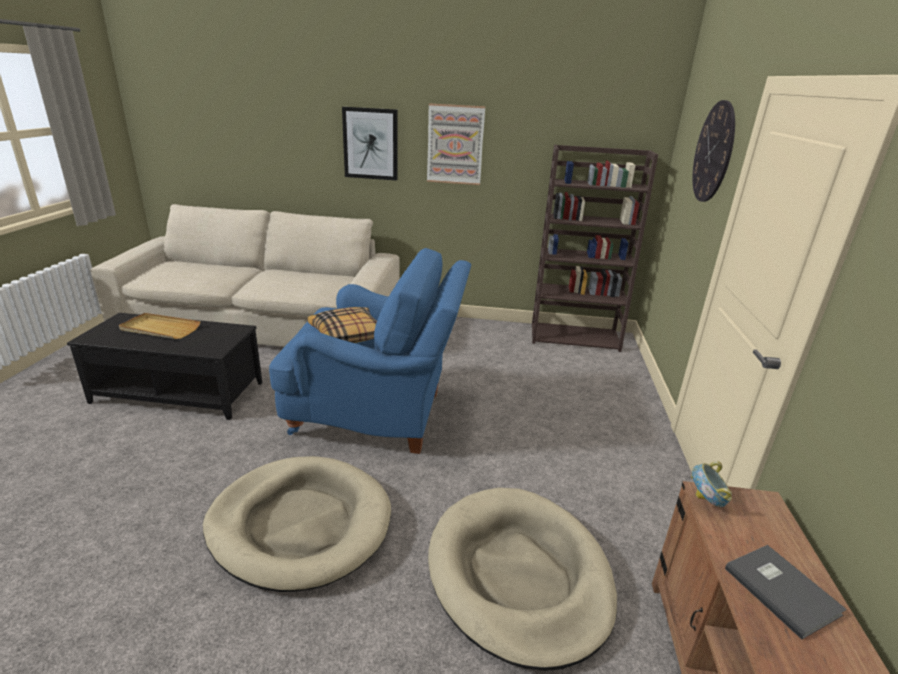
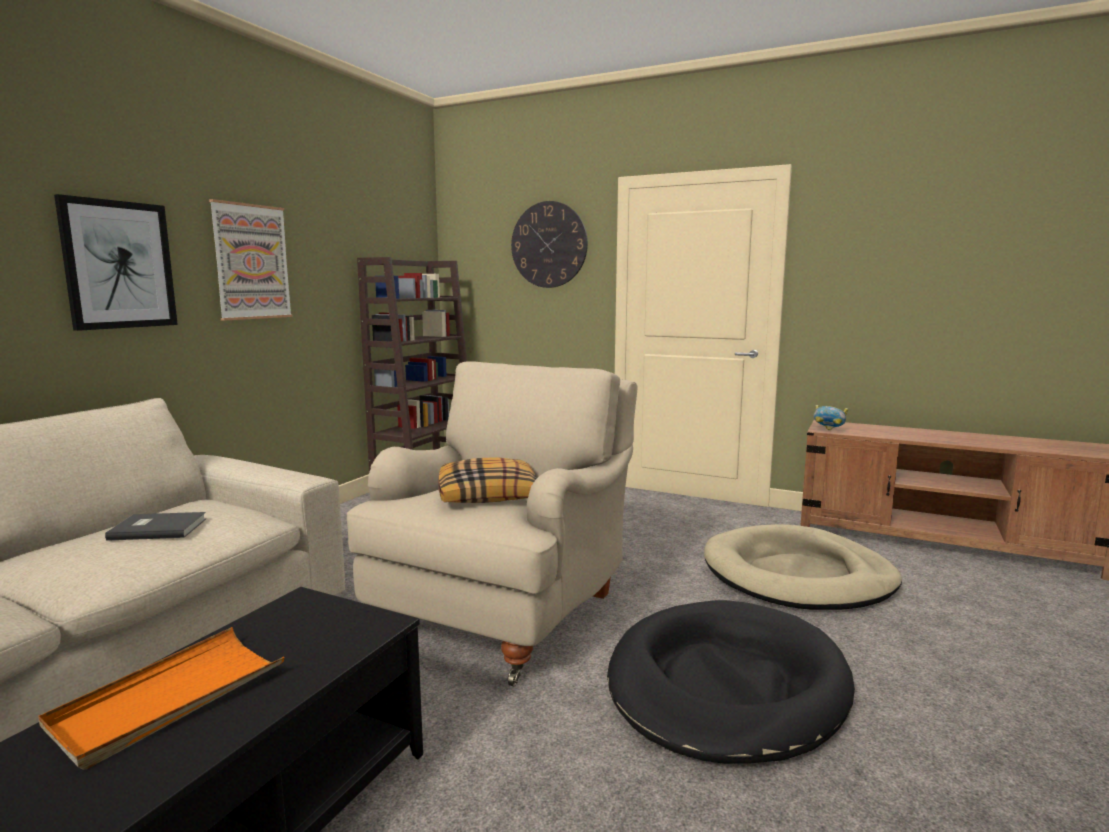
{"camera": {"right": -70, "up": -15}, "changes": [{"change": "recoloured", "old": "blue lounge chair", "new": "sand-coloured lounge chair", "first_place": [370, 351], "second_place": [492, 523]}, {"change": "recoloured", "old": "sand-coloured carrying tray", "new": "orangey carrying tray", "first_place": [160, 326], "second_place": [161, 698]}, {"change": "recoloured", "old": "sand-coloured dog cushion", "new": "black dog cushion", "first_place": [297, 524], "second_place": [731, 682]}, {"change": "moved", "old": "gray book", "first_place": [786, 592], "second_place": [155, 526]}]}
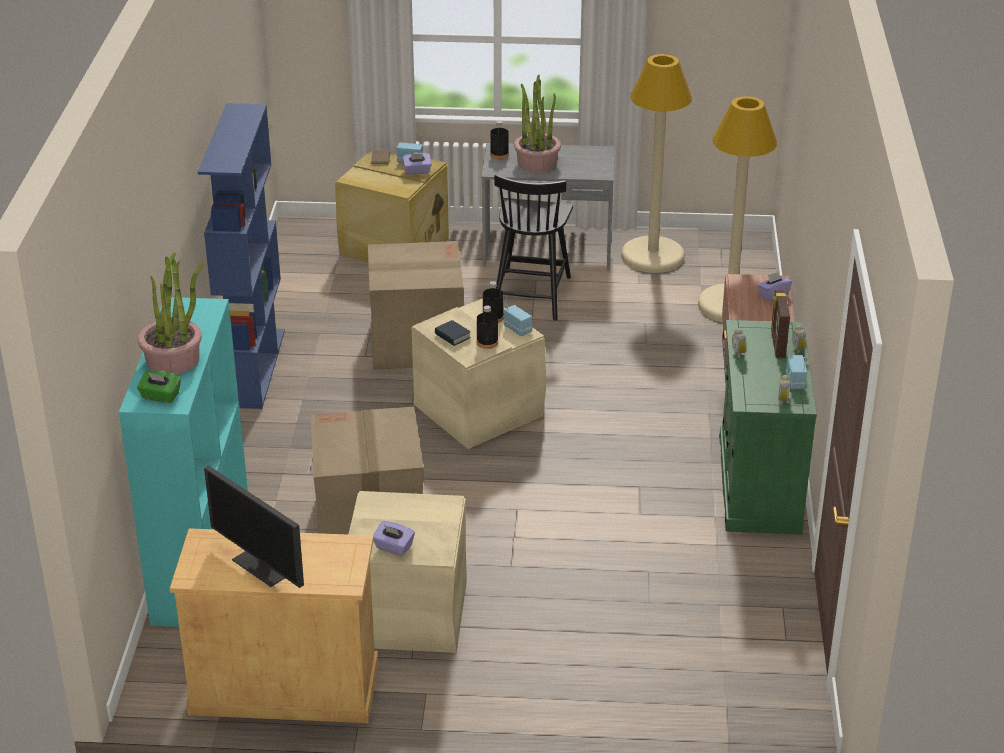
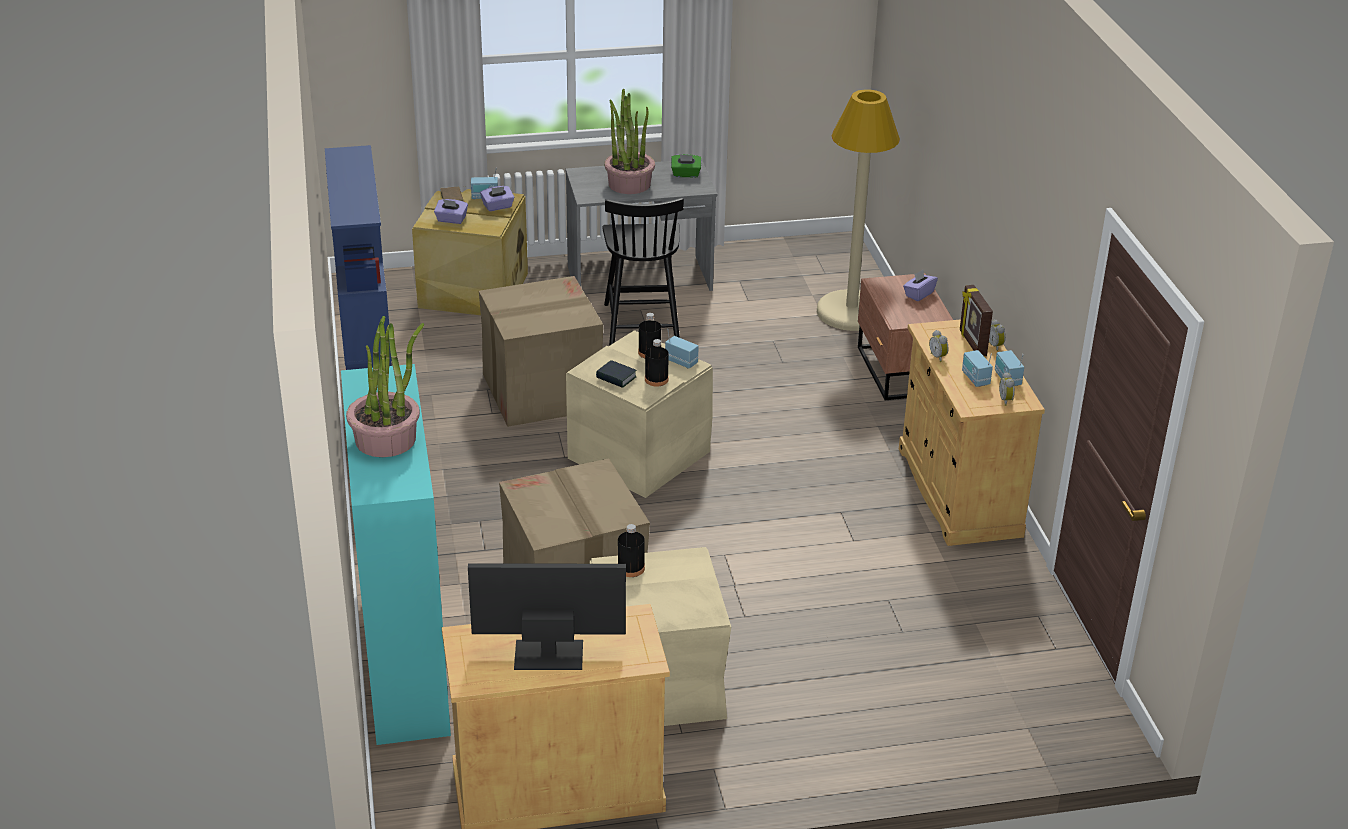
{"camera": {"right": -15, "up": 0}, "changes": [{"change": "removed", "old": "sand-coloured standing lamp", "first_place": [656, 163]}, {"change": "moved", "old": "black beverage bottle", "first_place": [499, 140], "second_place": [631, 550]}, {"change": "recoloured", "old": "green-coloured cabinet", "new": "sand-coloured cabinet", "first_place": [768, 427], "second_place": [972, 432]}, {"change": "moved", "old": "green-coloured tissue holder", "first_place": [159, 386], "second_place": [686, 166]}, {"change": "turned", "old": "monitor", "first_place": [254, 526], "second_place": [547, 616], "degrees": 150}, {"change": "moved", "old": "purple tissue holder", "first_place": [394, 538], "second_place": [451, 211]}, {"change": "added", "new": "radio", "second_place": [977, 368]}]}
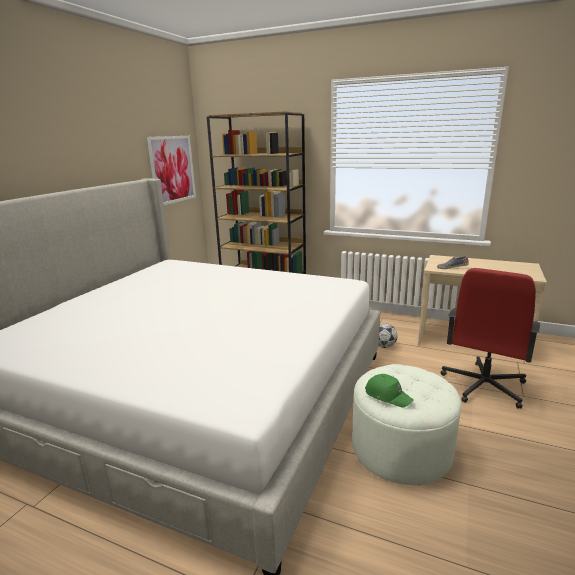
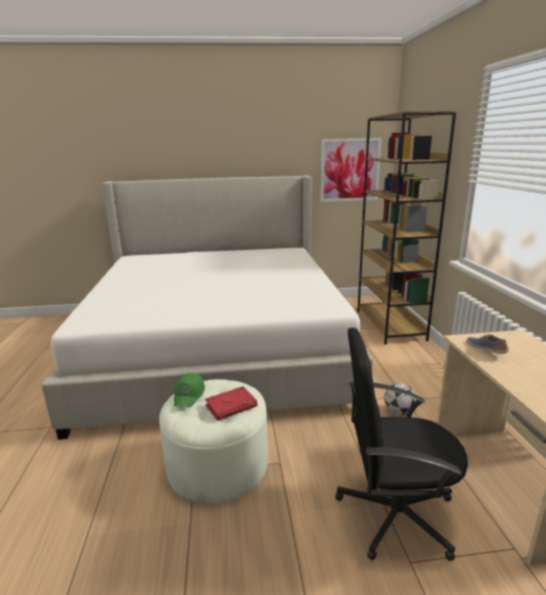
{"camera": {"right": 60, "up": 0}, "changes": [{"change": "recoloured", "old": "red-coloured office chair", "new": "black office chair", "first_place": [490, 338], "second_place": [401, 444]}, {"change": "added", "new": "red-coloured book", "second_place": [231, 403]}]}
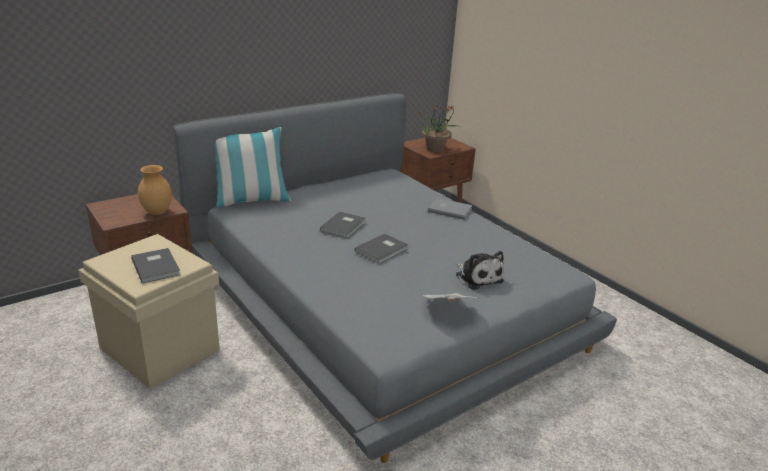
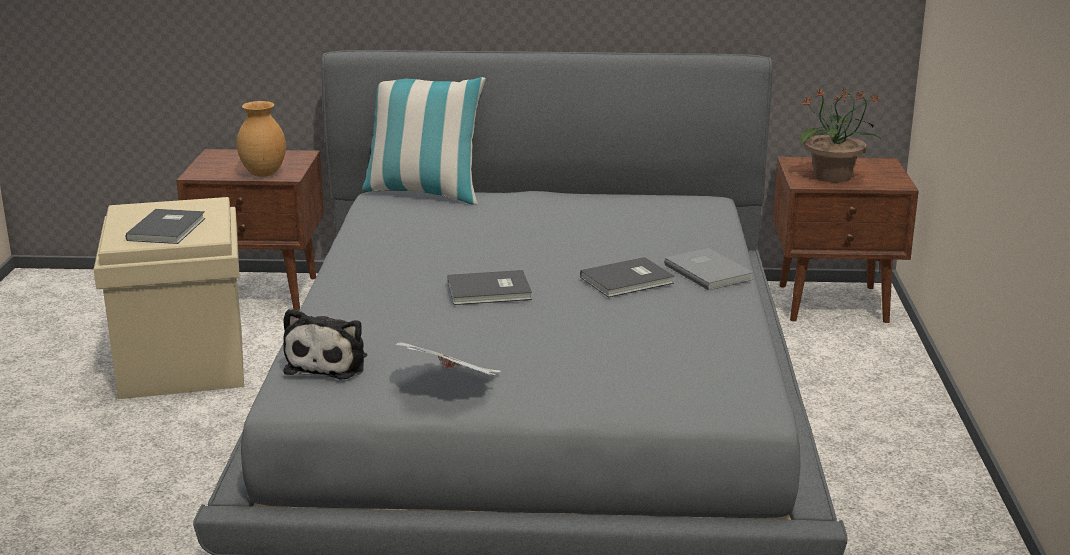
{"camera": {"right": 40, "up": -5}, "changes": [{"change": "moved", "old": "gray book", "first_place": [343, 224], "second_place": [627, 277]}, {"change": "moved", "old": "plush toy", "first_place": [480, 270], "second_place": [325, 344]}]}
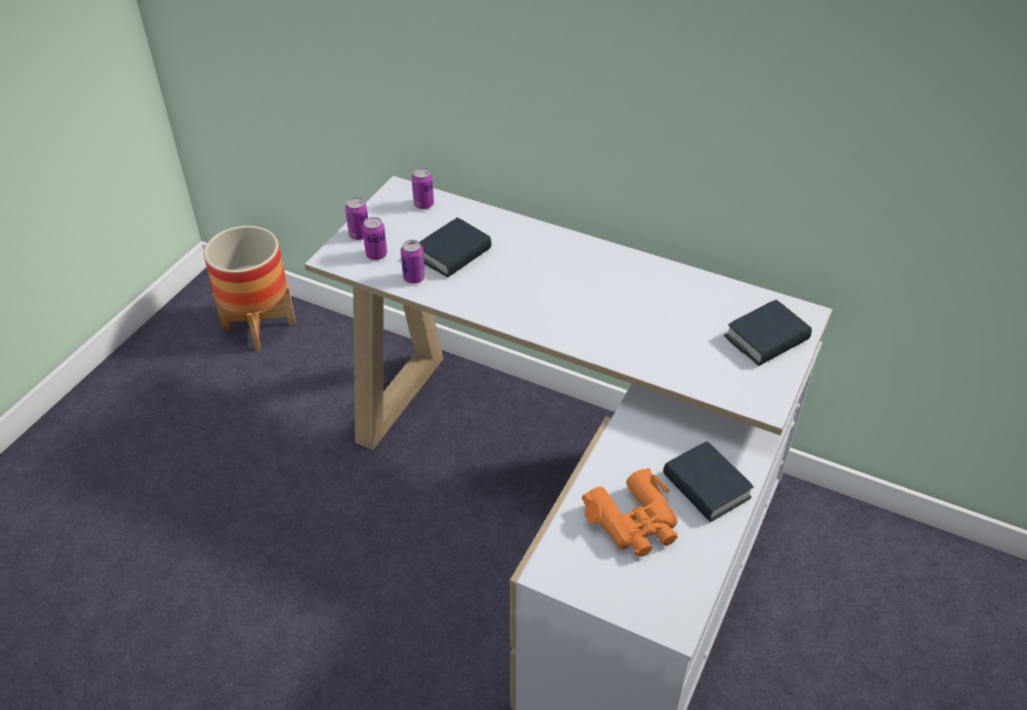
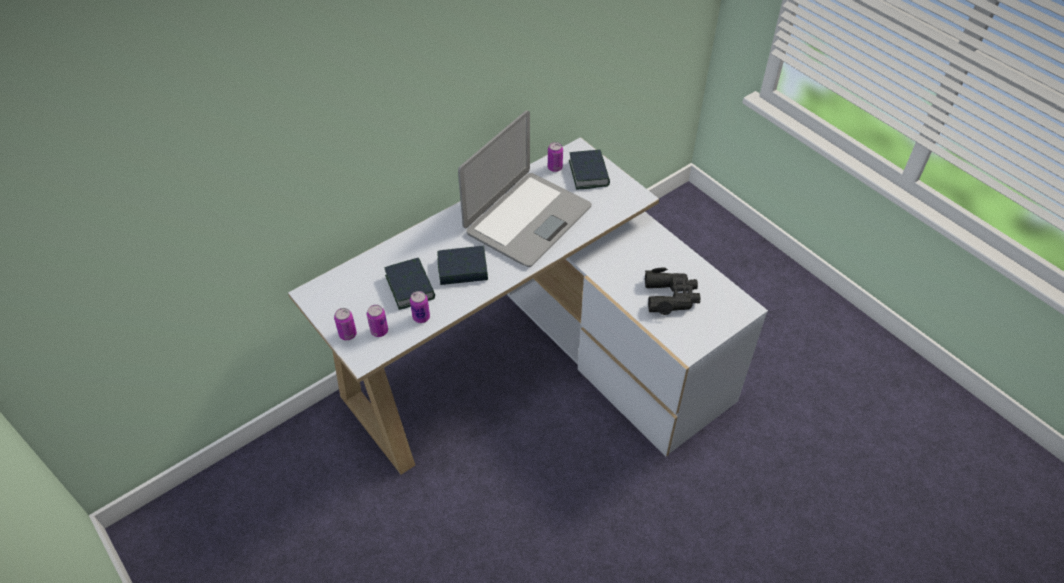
{"camera": {"right": -65, "up": 5}, "changes": [{"change": "moved", "old": "metal can", "first_place": [423, 188], "second_place": [555, 157]}, {"change": "removed", "old": "plant pot", "first_place": [250, 288]}, {"change": "moved", "old": "book", "first_place": [708, 481], "second_place": [463, 265]}, {"change": "recoloured", "old": "orangey field glasses", "new": "black field glasses", "first_place": [630, 512], "second_place": [672, 291]}, {"change": "added", "new": "laptop", "second_place": [525, 188]}]}
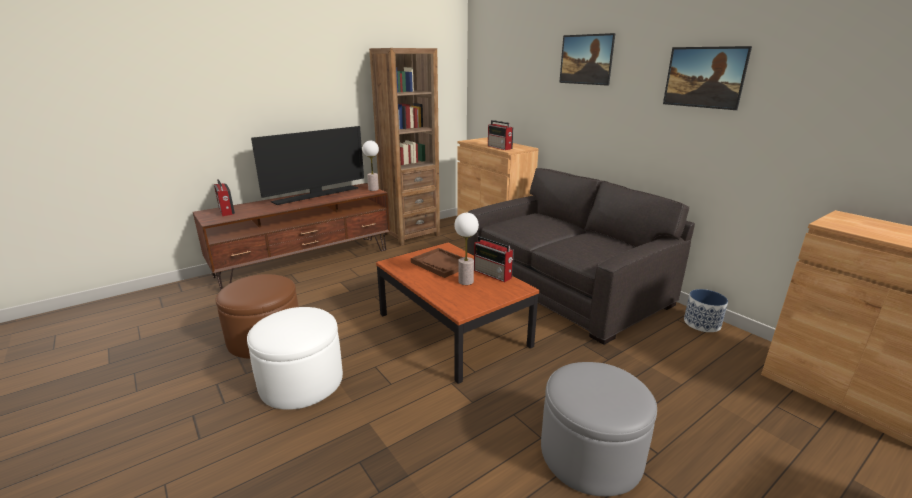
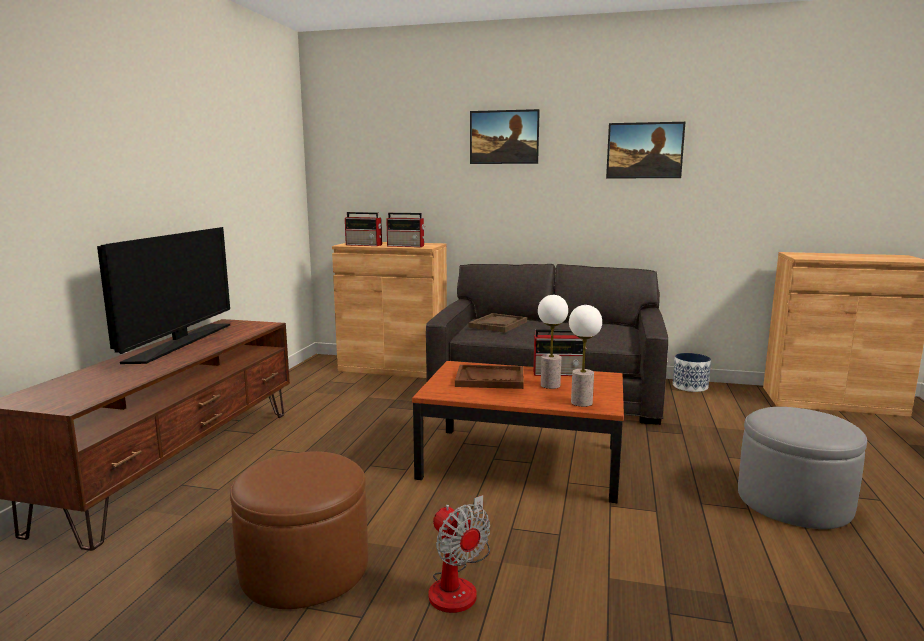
{"camera": {"right": -40, "up": -10}, "changes": [{"change": "removed", "old": "brown bookshelf", "first_place": [404, 147]}, {"change": "moved", "old": "table lamp", "first_place": [371, 165], "second_place": [585, 356]}, {"change": "moved", "old": "radio", "first_place": [224, 197], "second_place": [363, 229]}, {"change": "replaced", "old": "whitish ottoman", "new": "electric fan", "first_place": [295, 358], "second_place": [459, 554]}, {"change": "added", "new": "brown carrying tray", "second_place": [498, 323]}]}
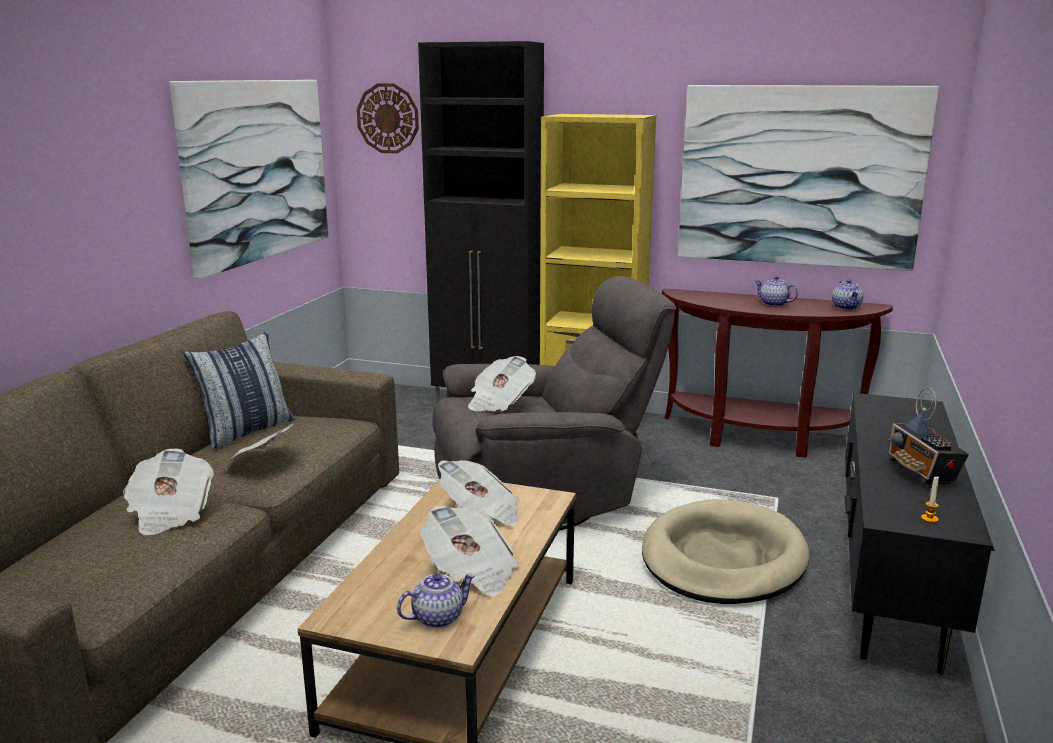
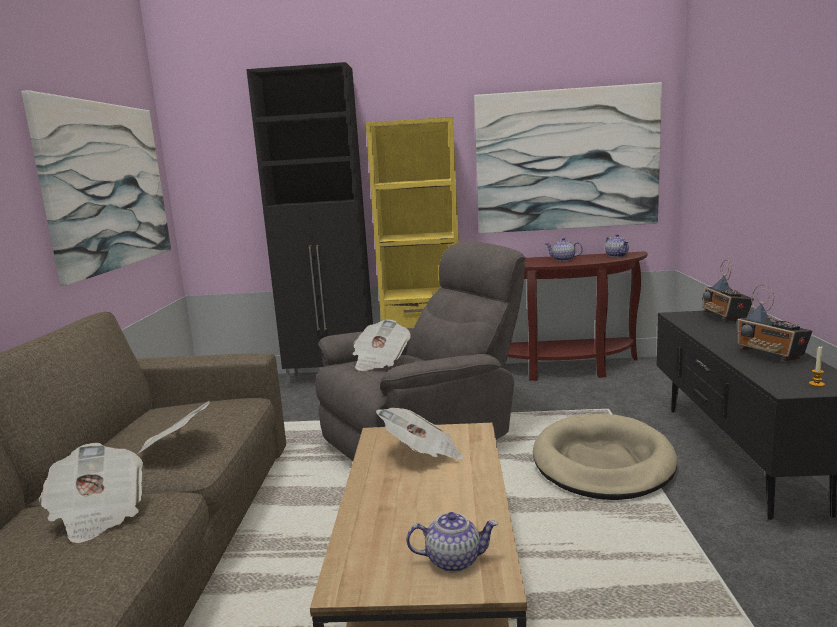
{"camera": {"right": -15, "up": -5}, "changes": [{"change": "removed", "old": "clock on the wall", "first_place": [388, 118]}, {"change": "removed", "old": "pillow", "first_place": [239, 390]}, {"change": "removed", "old": "newspaper", "first_place": [469, 550]}, {"change": "turned", "old": "teapot", "first_place": [436, 600], "second_place": [452, 542], "degrees": 45}, {"change": "added", "new": "radio", "second_place": [728, 290]}]}
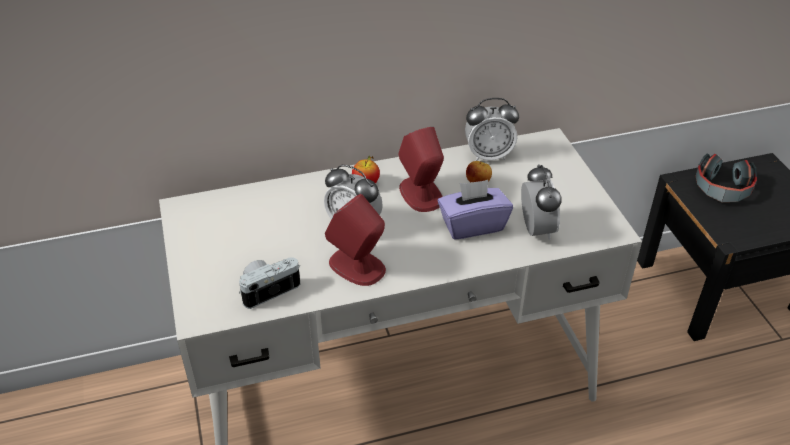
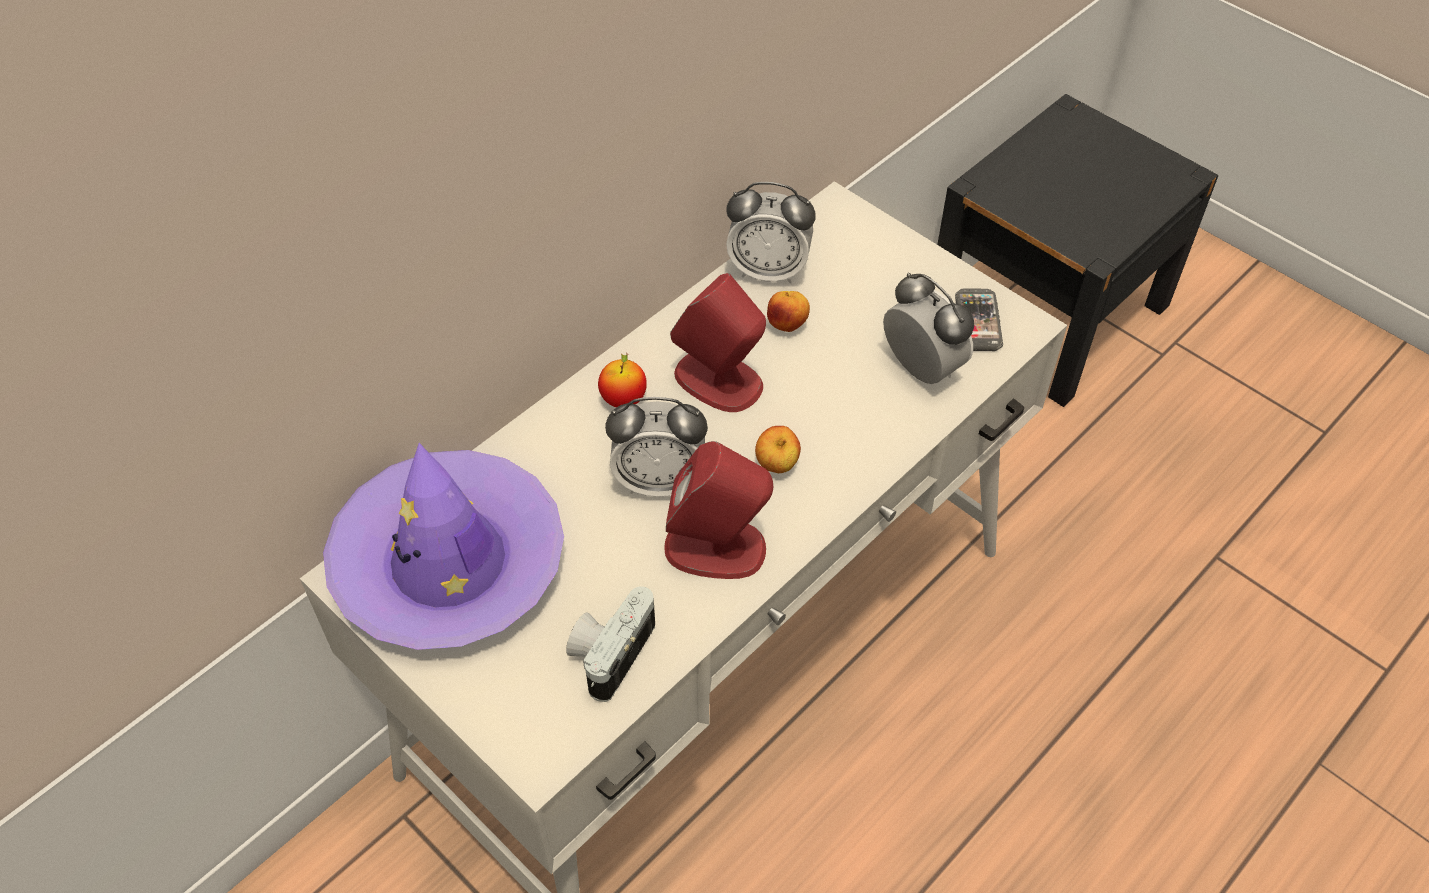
{"camera": {"right": -30, "up": 10}, "changes": [{"change": "turned", "old": "bedside clock", "first_place": [492, 129], "second_place": [771, 233], "degrees": 45}, {"change": "removed", "old": "headphones", "first_place": [726, 177]}, {"change": "removed", "old": "purple tissue holder", "first_place": [475, 210]}, {"change": "added", "new": "phone", "second_place": [979, 319]}, {"change": "added", "new": "whole apple", "second_place": [778, 449]}, {"change": "added", "new": "purple hat", "second_place": [443, 546]}]}
